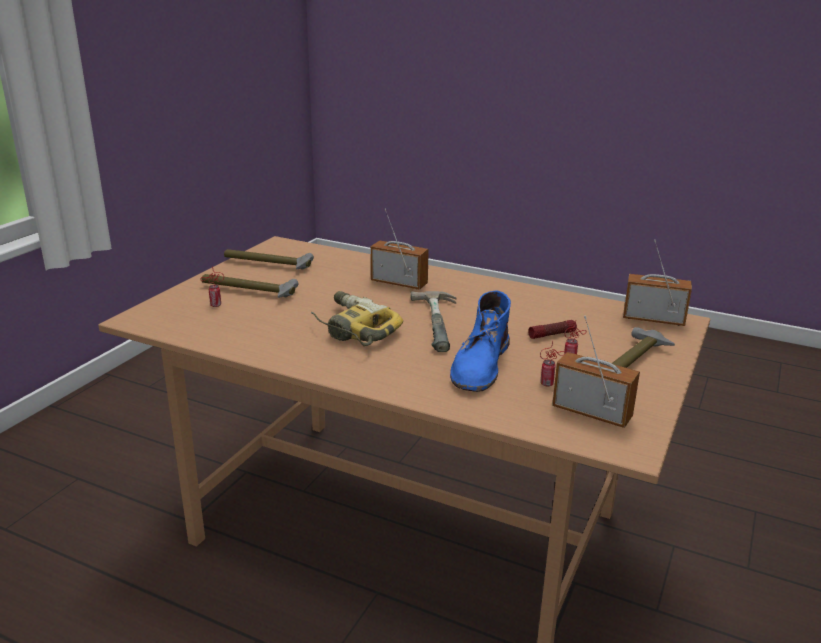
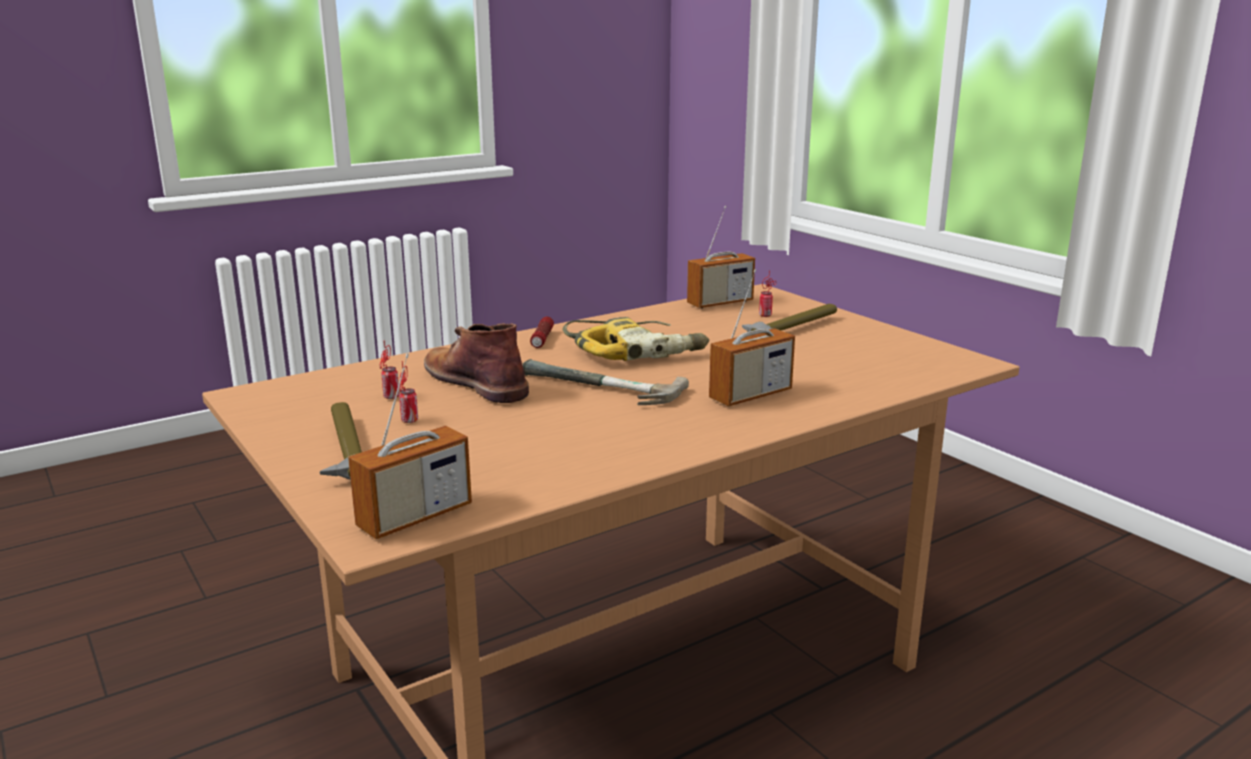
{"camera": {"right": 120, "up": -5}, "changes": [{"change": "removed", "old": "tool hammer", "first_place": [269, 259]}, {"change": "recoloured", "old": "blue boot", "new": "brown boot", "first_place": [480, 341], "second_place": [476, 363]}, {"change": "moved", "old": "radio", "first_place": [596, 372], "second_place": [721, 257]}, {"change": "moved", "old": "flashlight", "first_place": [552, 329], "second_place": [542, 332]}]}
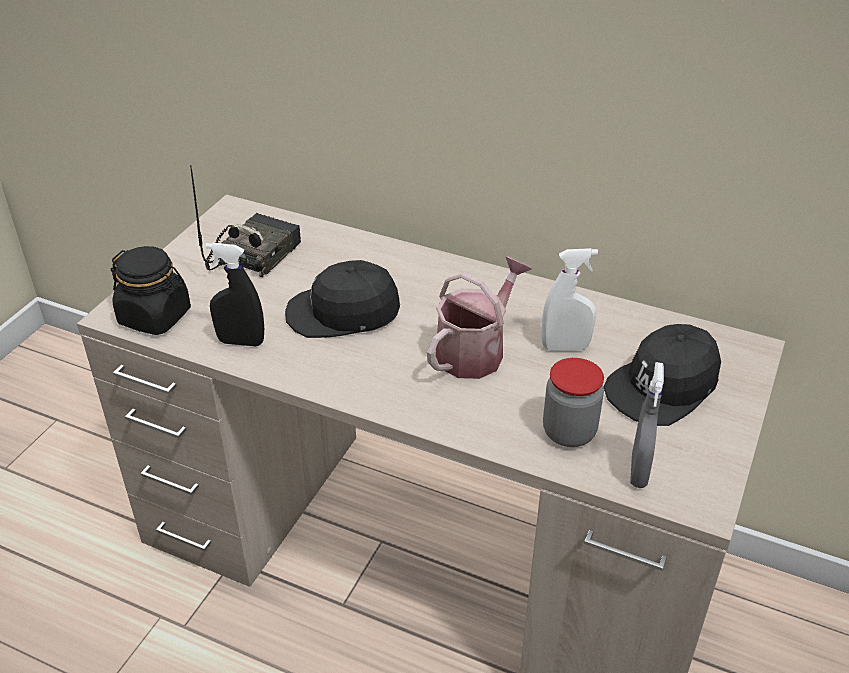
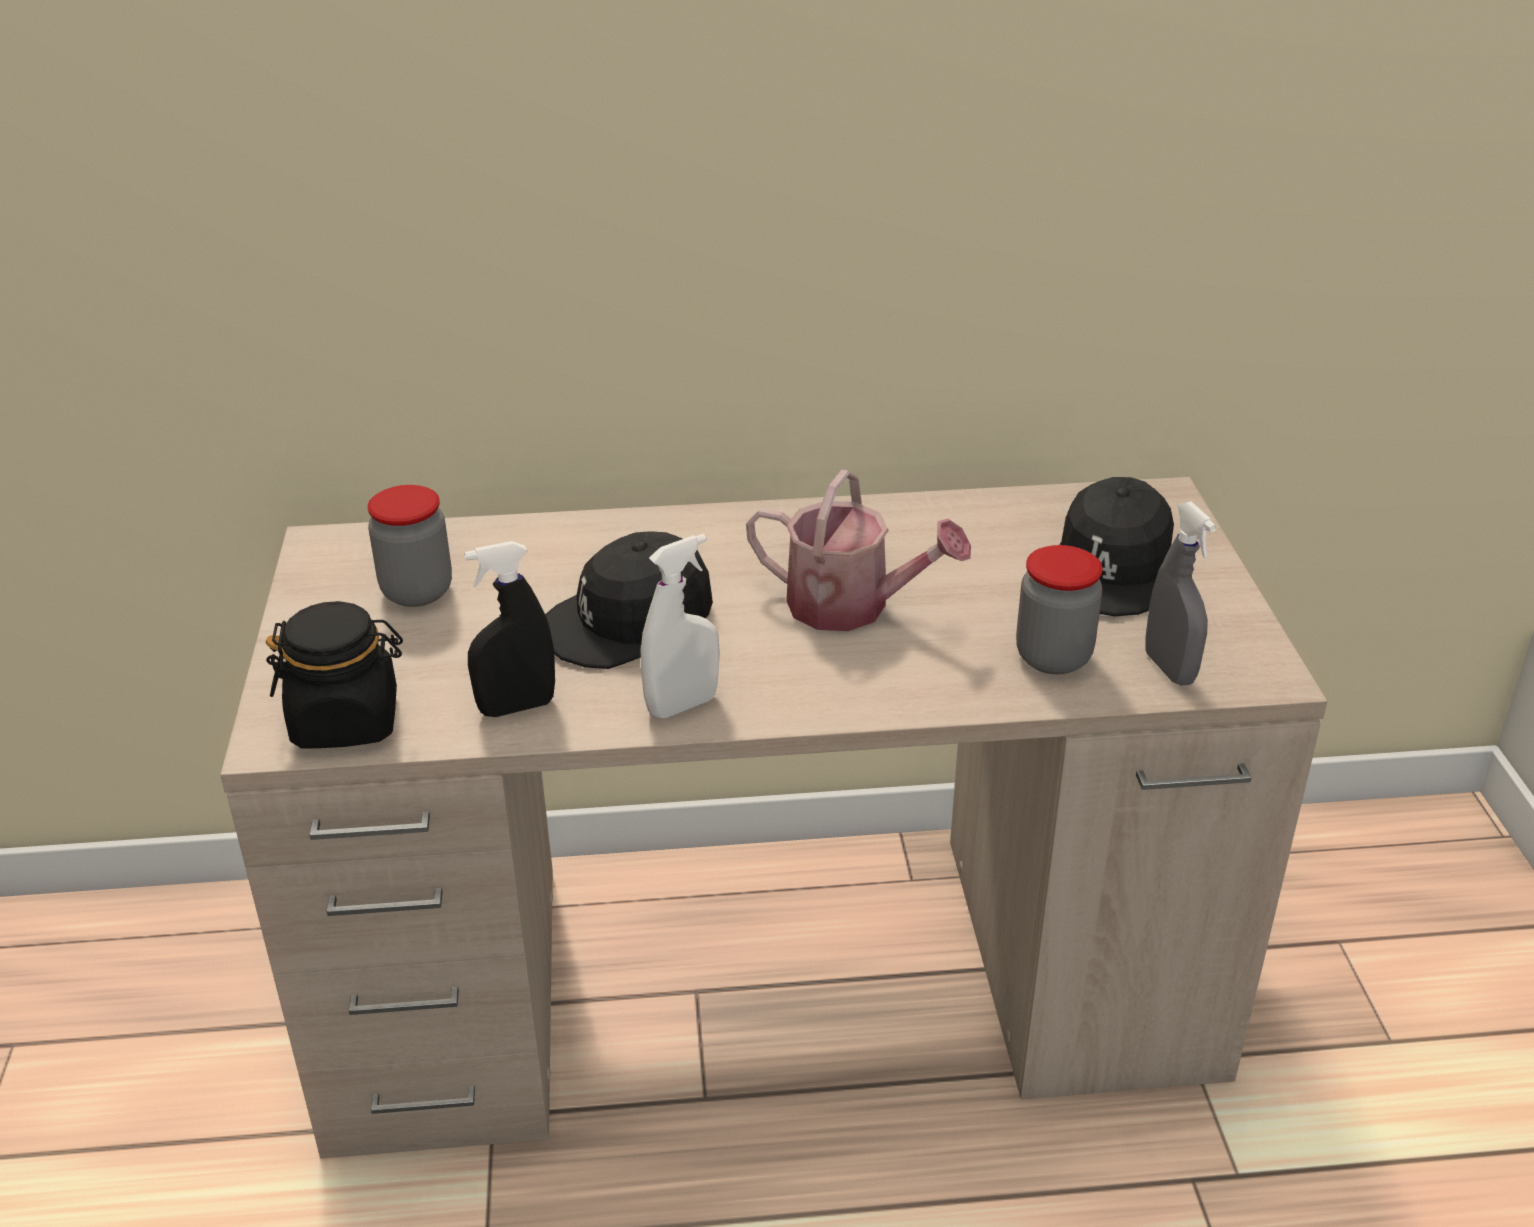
{"camera": {"right": -30, "up": -5}, "changes": [{"change": "replaced", "old": "radio", "new": "preserve jar", "first_place": [245, 221], "second_place": [410, 546]}, {"change": "moved", "old": "whitish sprayer", "first_place": [569, 299], "second_place": [680, 626]}, {"change": "turned", "old": "watering can", "first_place": [479, 317], "second_place": [858, 550], "degrees": 105}]}
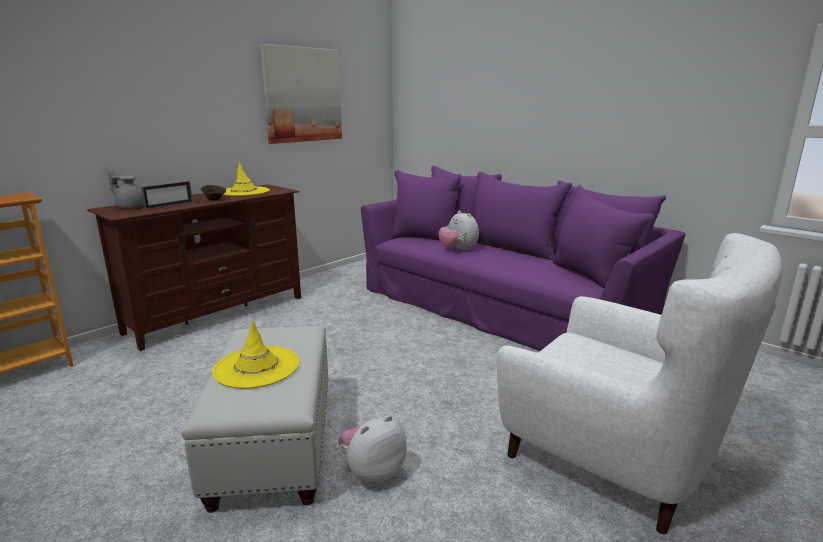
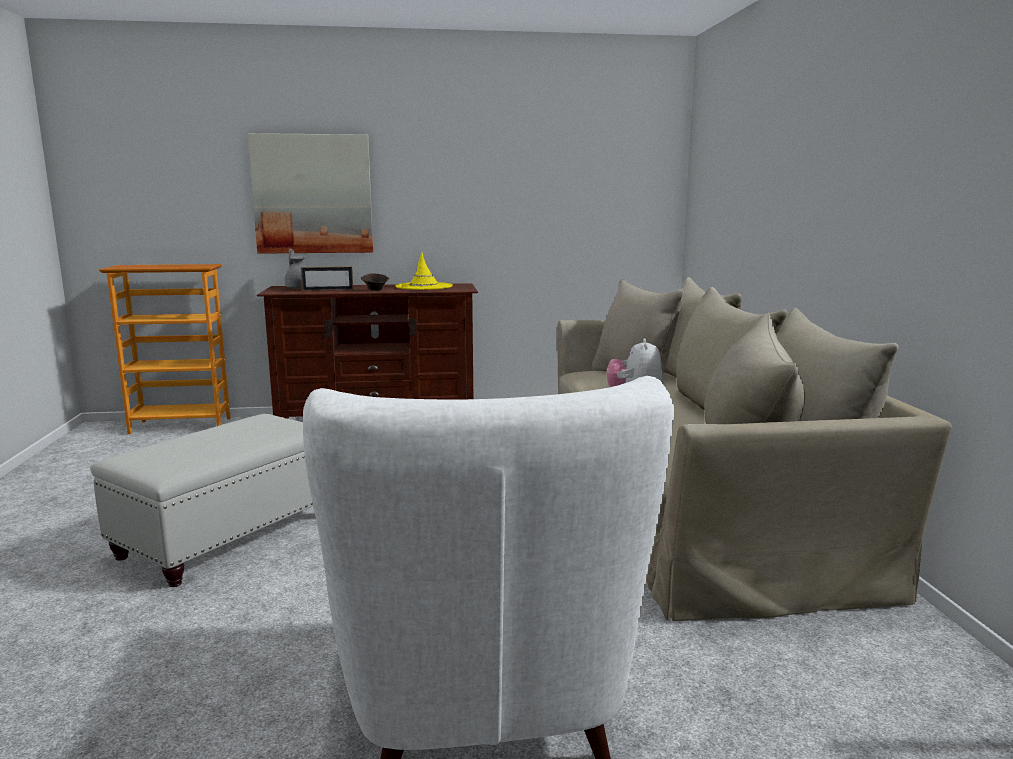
{"camera": {"right": 40, "up": -5}, "changes": [{"change": "moved", "old": "wall picture", "first_place": [301, 94], "second_place": [310, 193]}, {"change": "recoloured", "old": "purple settee", "new": "sand-coloured settee", "first_place": [523, 258], "second_place": [754, 449]}, {"change": "removed", "old": "yellow hat", "first_place": [255, 354]}, {"change": "removed", "old": "plush toy", "first_place": [373, 450]}]}
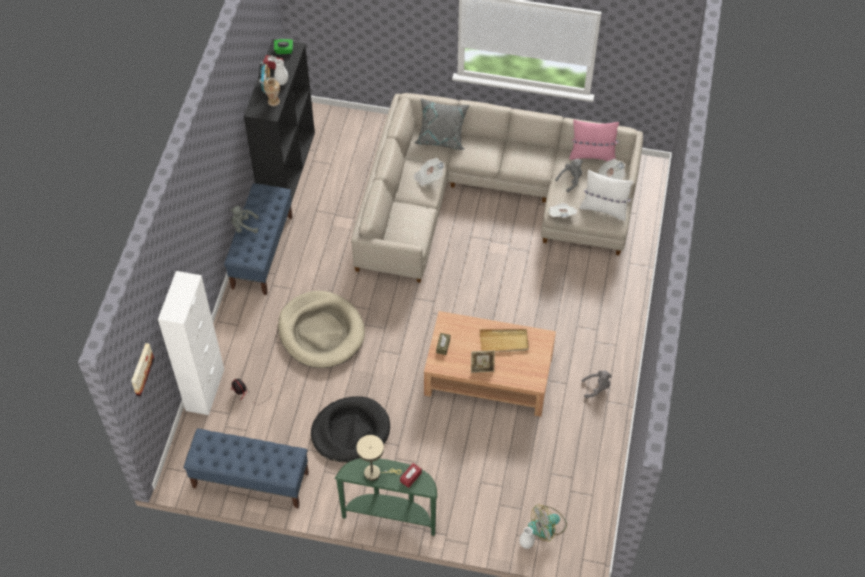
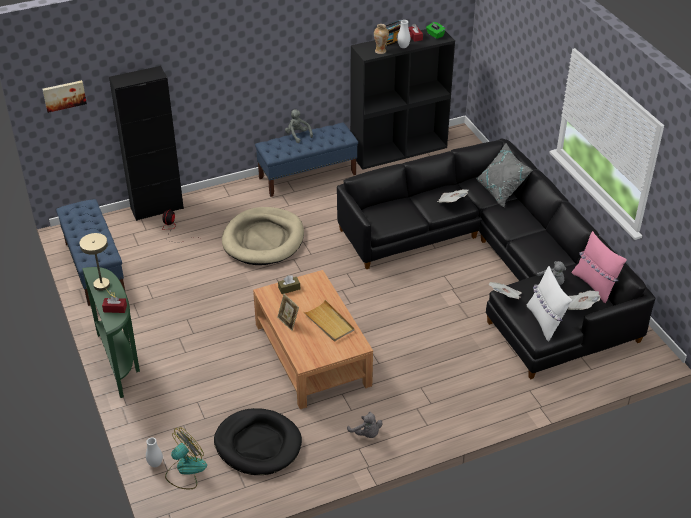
{"camera": {"right": 55, "up": -15}, "changes": [{"change": "recoloured", "old": "sand-coloured settee", "new": "black settee", "first_place": [497, 187], "second_place": [496, 259]}, {"change": "recoloured", "old": "whitish cabinet", "new": "black cabinet", "first_place": [191, 343], "second_place": [146, 143]}, {"change": "moved", "old": "black dog cushion", "first_place": [350, 429], "second_place": [258, 441]}, {"change": "turned", "old": "electric fan", "first_place": [547, 522], "second_place": [186, 458], "degrees": 105}]}
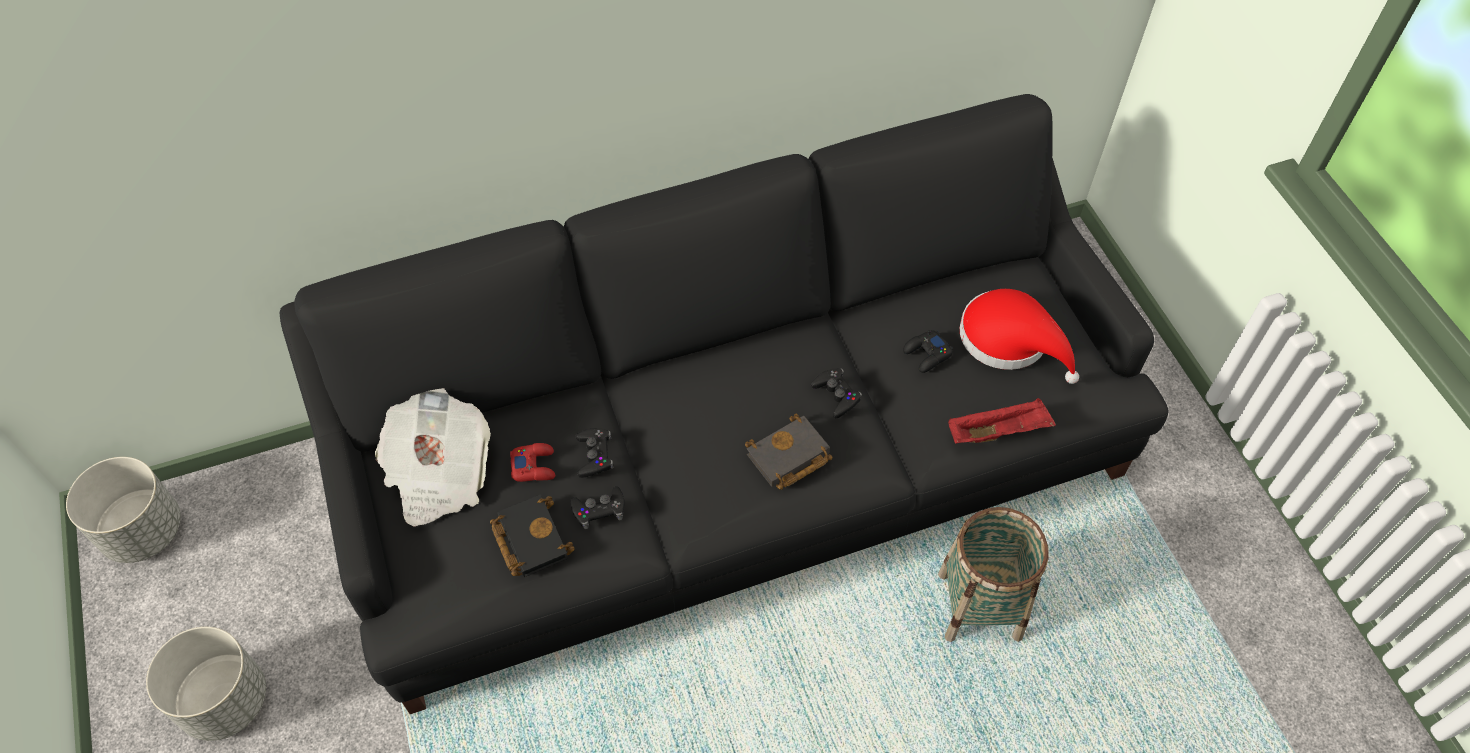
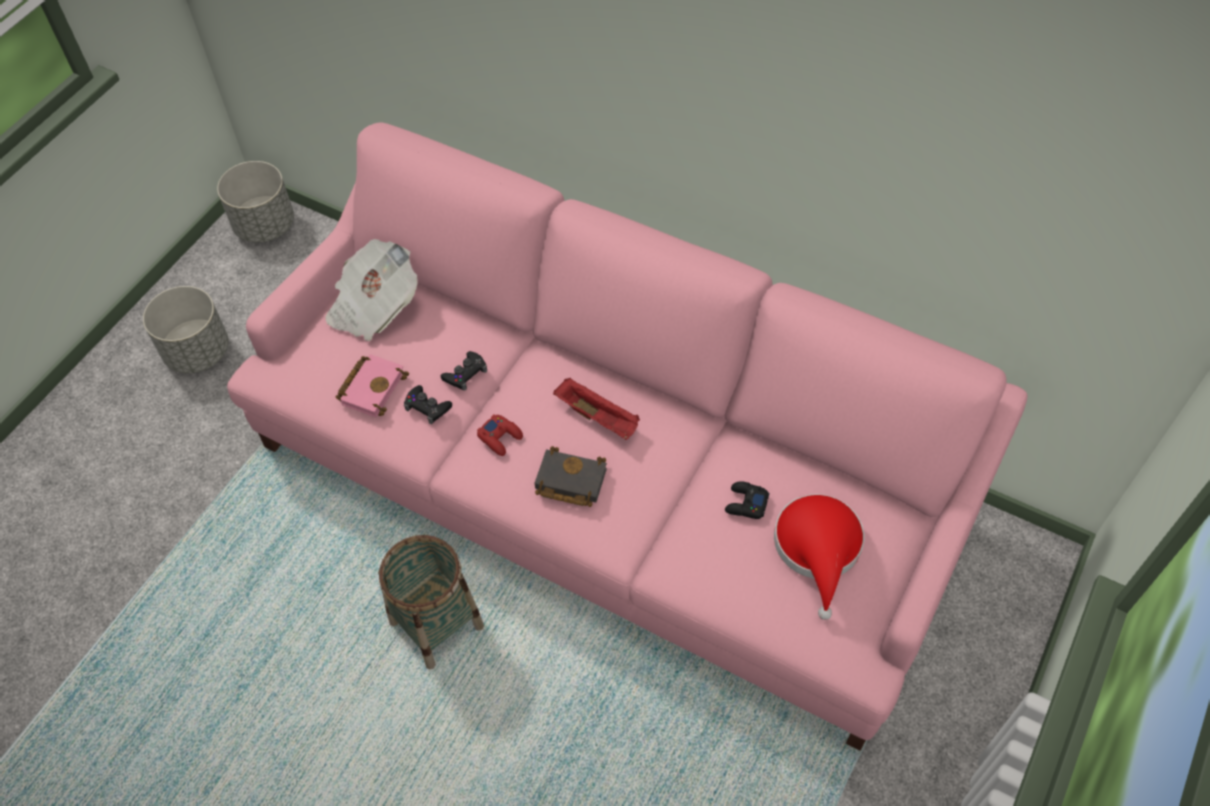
{"camera": {"right": 50, "up": 0}, "changes": [{"change": "recoloured", "old": "black settee", "new": "pinkish settee", "first_place": [724, 404], "second_place": [627, 436]}, {"change": "removed", "old": "black game controller", "first_place": [836, 393]}, {"change": "moved", "old": "red-coloured carrying tray", "first_place": [1002, 420], "second_place": [596, 409]}, {"change": "moved", "old": "red-coloured game controller", "first_place": [532, 462], "second_place": [500, 435]}, {"change": "recoloured", "old": "black book", "new": "pinkish book", "first_place": [532, 535], "second_place": [372, 385]}, {"change": "moved", "old": "basket", "first_place": [993, 574], "second_place": [431, 602]}]}
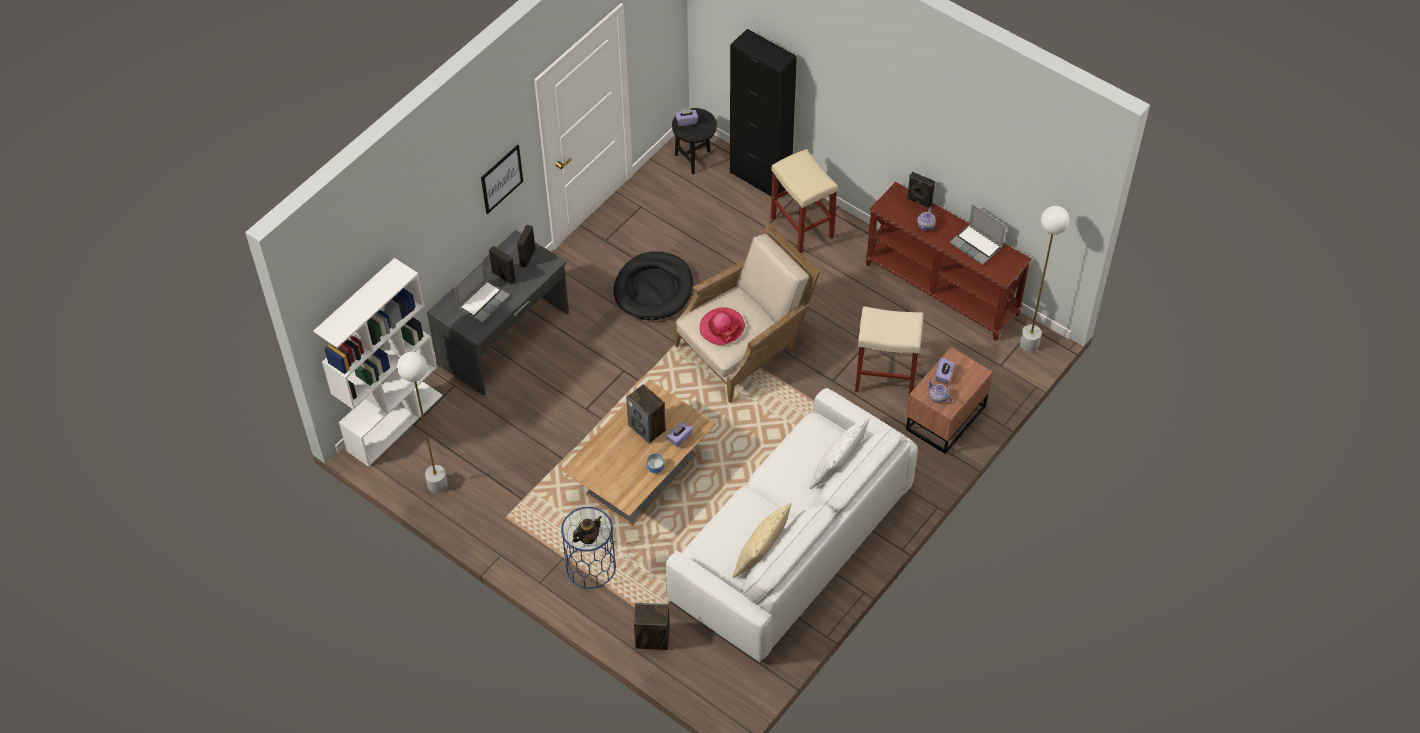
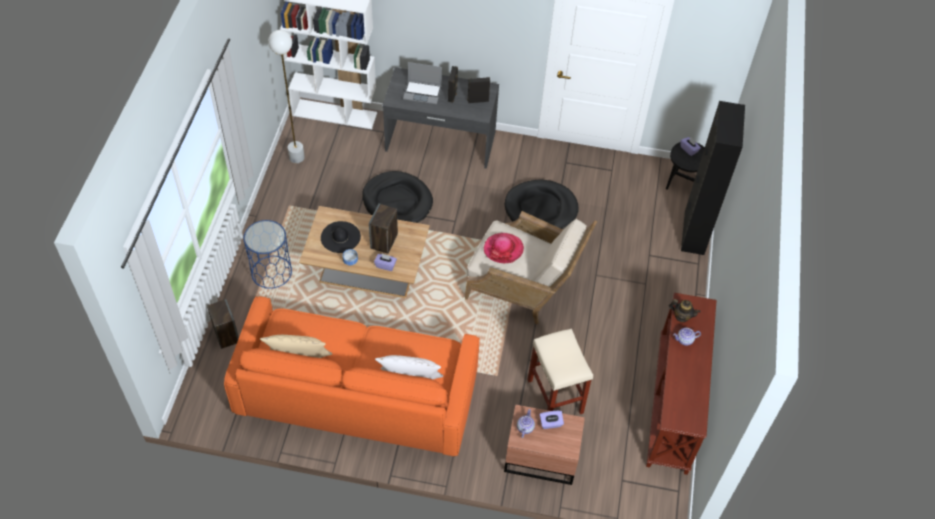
{"camera": {"right": 60, "up": 0}, "changes": [{"change": "removed", "old": "wall picture", "first_place": [502, 179]}, {"change": "removed", "old": "sand-coloured stool seat", "first_place": [804, 201]}, {"change": "removed", "old": "black audio speaker", "first_place": [921, 190]}, {"change": "removed", "old": "laptop", "first_place": [978, 234]}, {"change": "removed", "old": "whitish standing lamp", "first_place": [1045, 279]}, {"change": "recoloured", "old": "whitish settee", "new": "orangey settee", "first_place": [791, 525], "second_place": [352, 376]}, {"change": "moved", "old": "teapot", "first_place": [587, 530], "second_place": [685, 310]}, {"change": "added", "new": "black dog cushion", "second_place": [397, 197]}, {"change": "added", "new": "black hat", "second_place": [341, 237]}]}
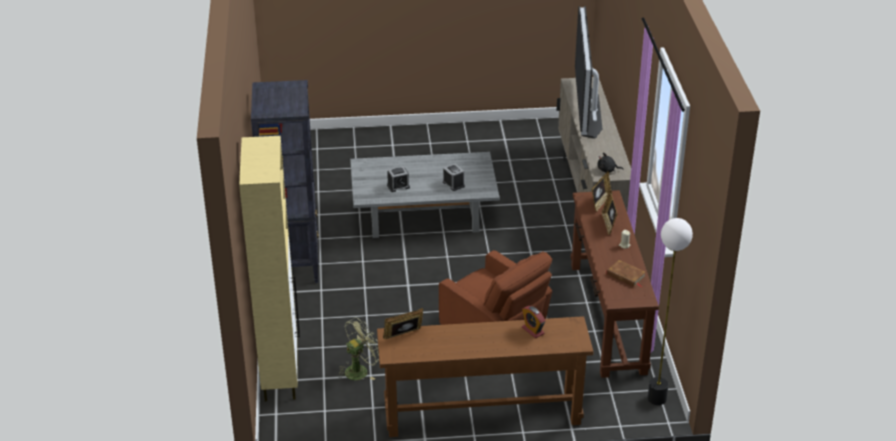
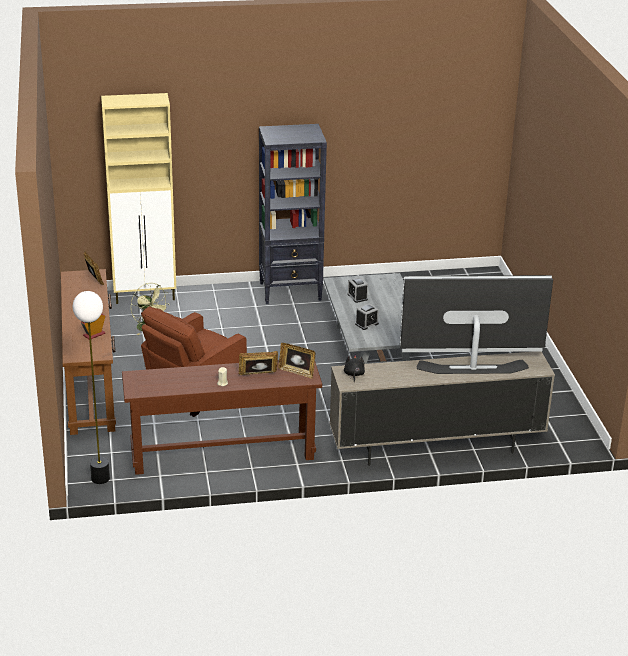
{"camera": {"right": 85, "up": -5}, "changes": [{"change": "removed", "old": "brown book", "first_place": [626, 273]}]}
